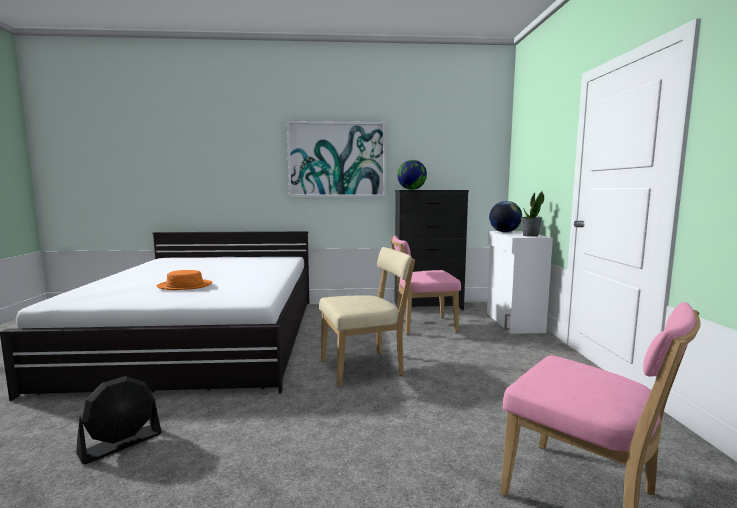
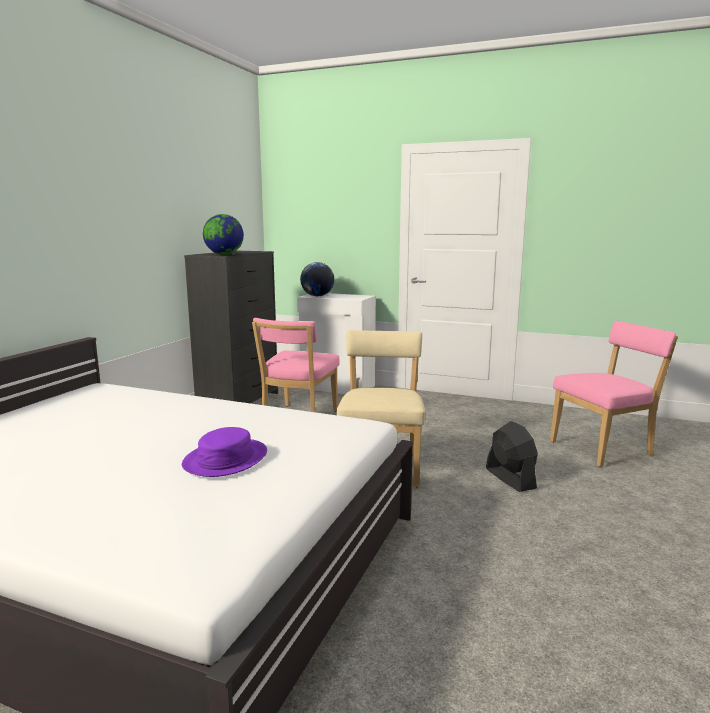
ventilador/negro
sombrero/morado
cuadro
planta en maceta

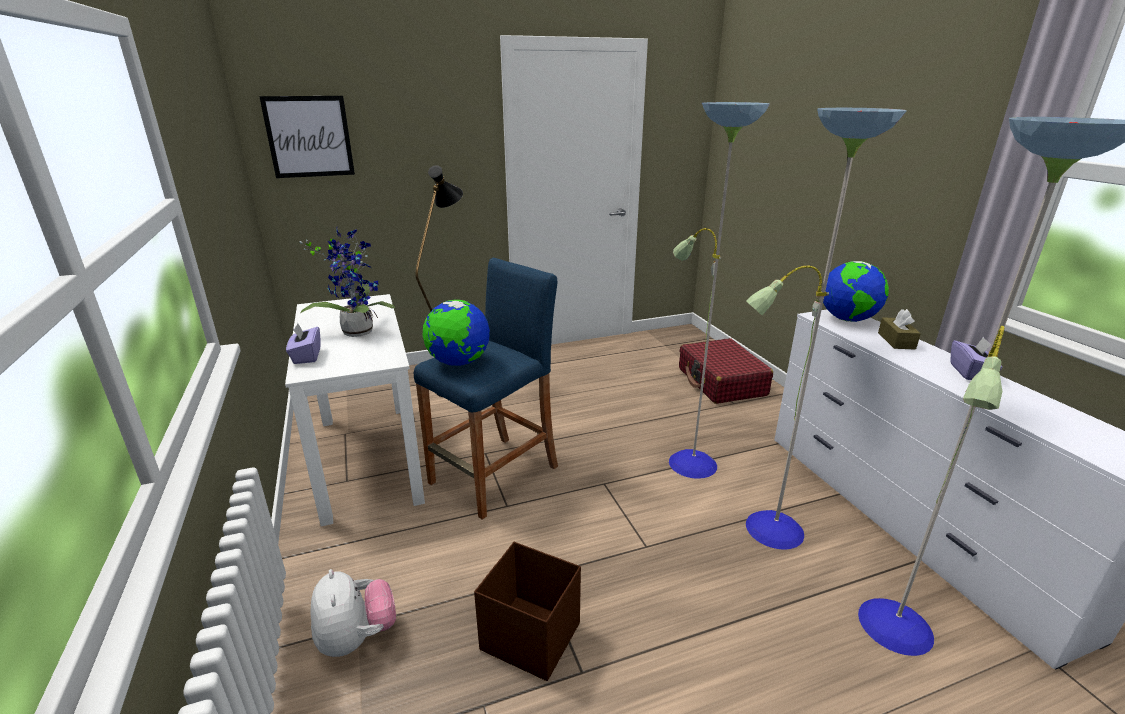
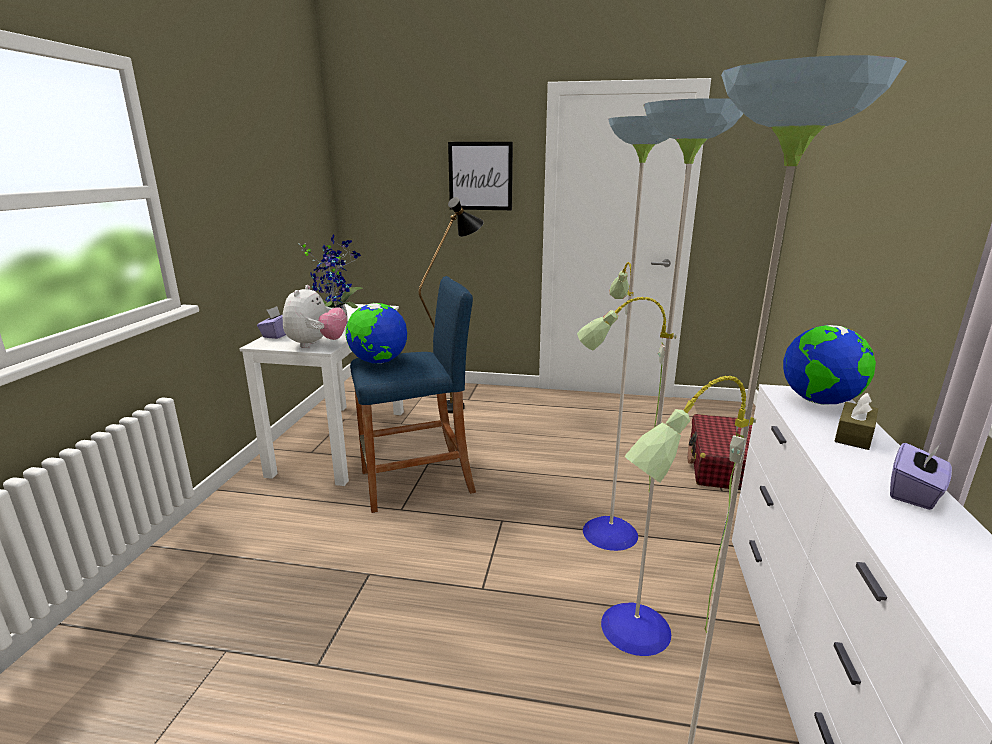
cuadro
peluche
caja de almacenaje/marrón

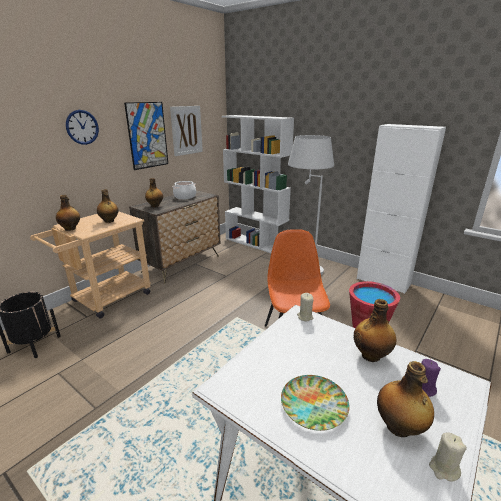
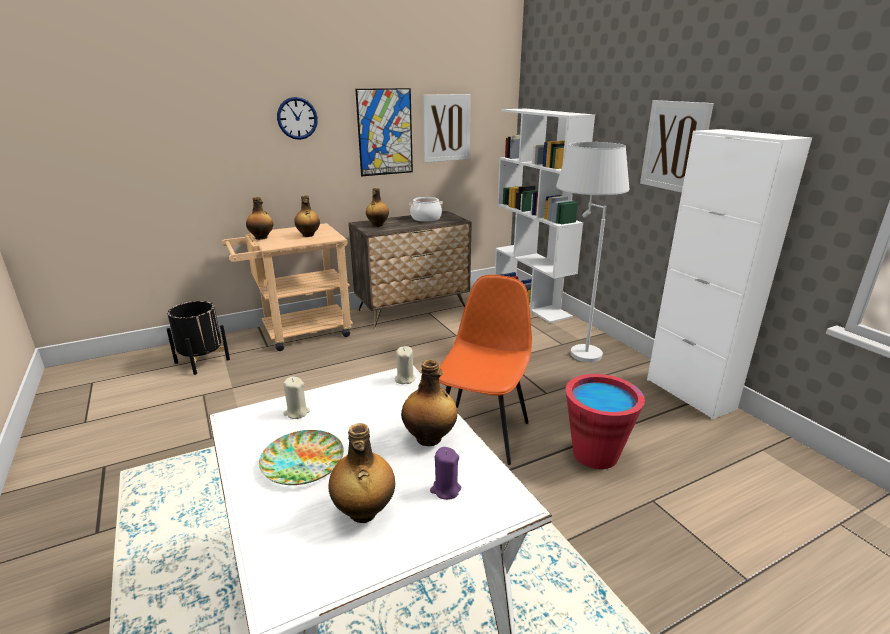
vela/beis (1st from left)
cuadro (3rd from left)

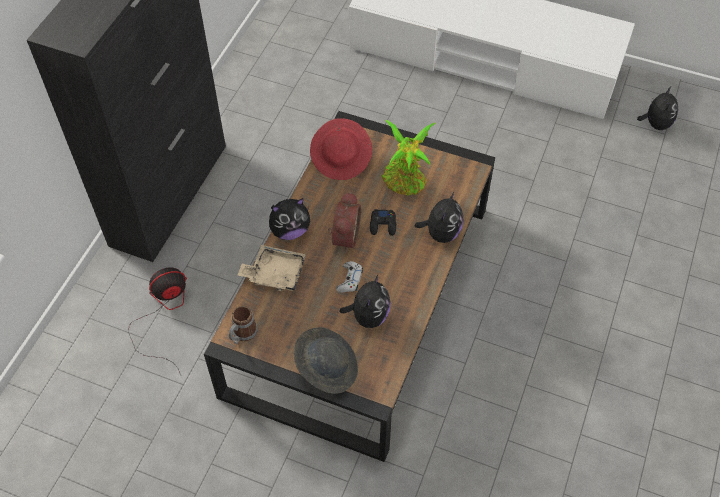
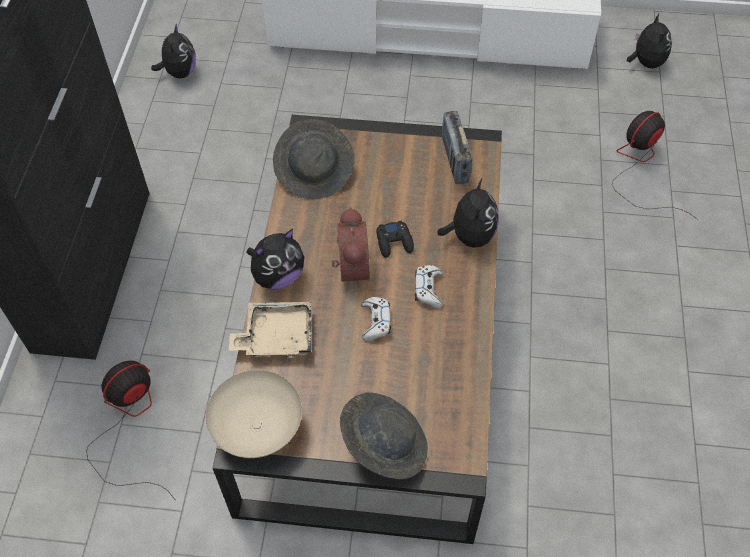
cuenco/beis
sombrero/gris (1st from left)
peluche (1st from left)
planta en maceta
mando de consola/blanco (2nd from left)
radio
ventilador (2nd from left)

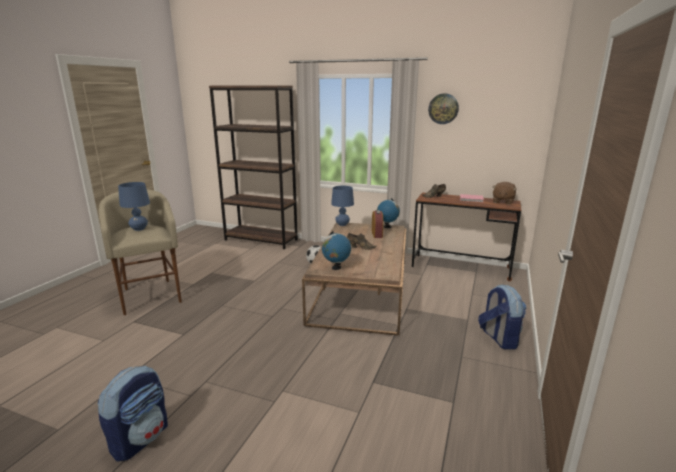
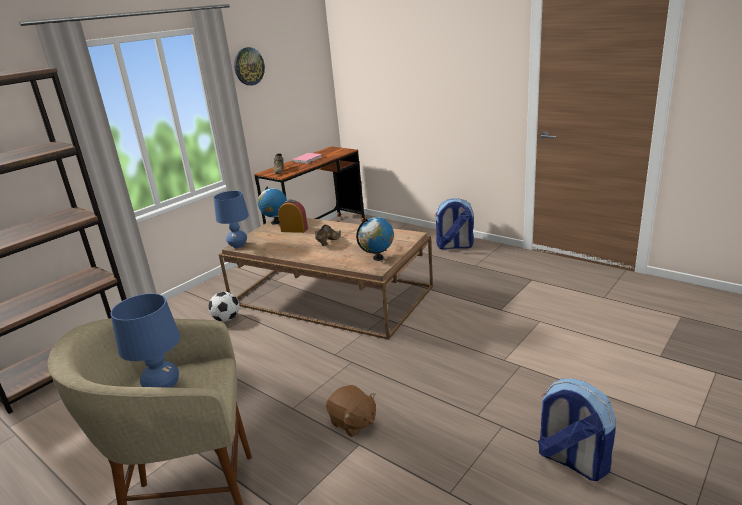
peluche/marrón

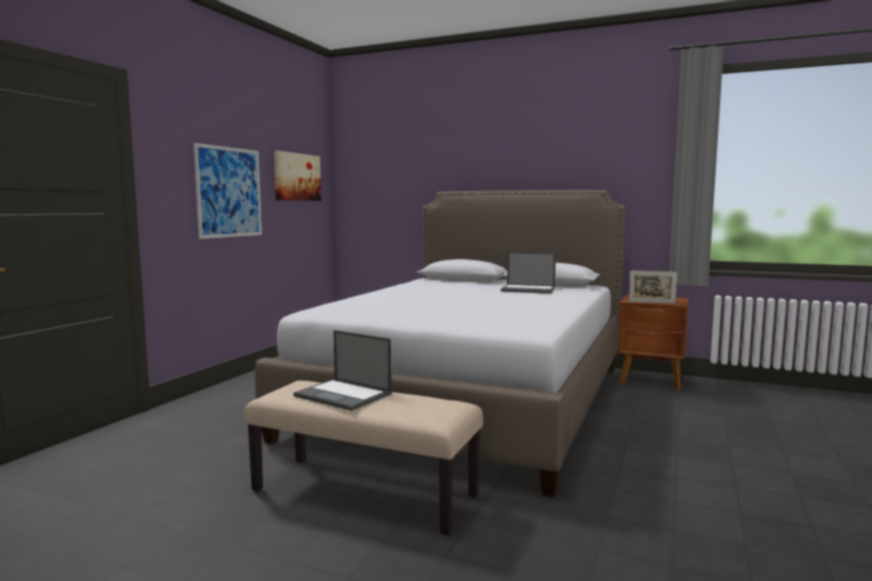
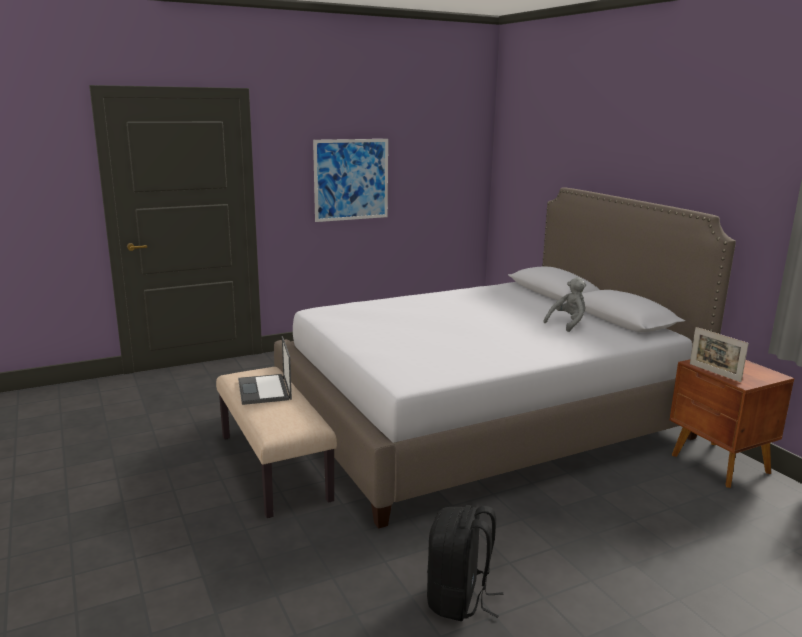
cuadro (2nd from left in the first image)
peluche/gris
mochila/negro

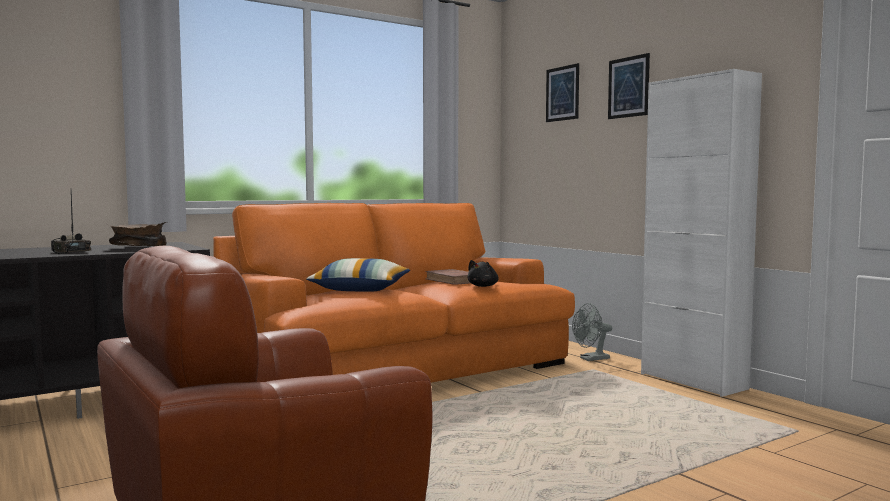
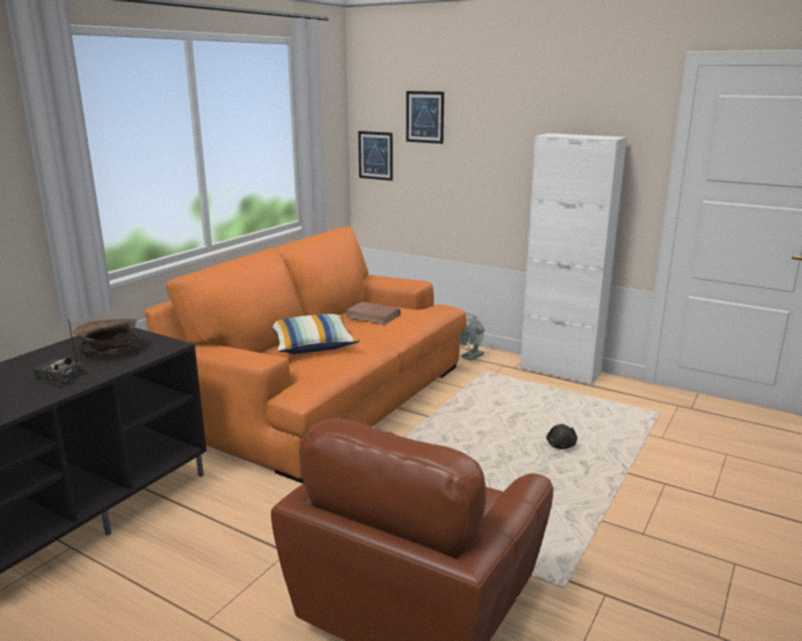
peluche/negro
cuadro (1st from left)

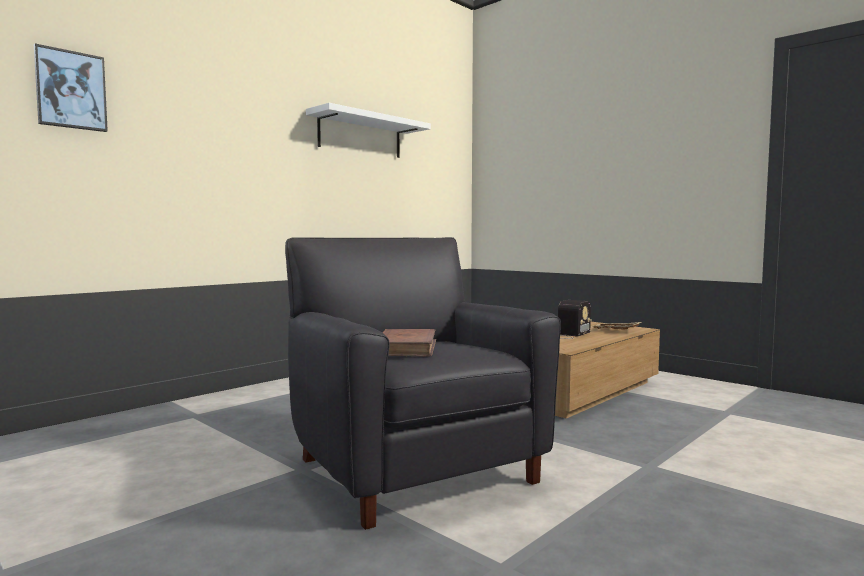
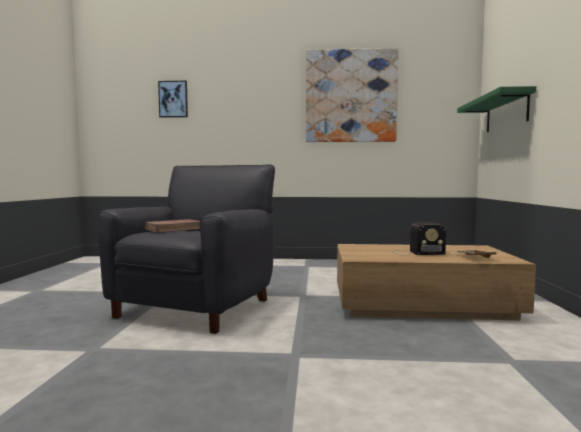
cuadro (2nd from left)
estante/verde

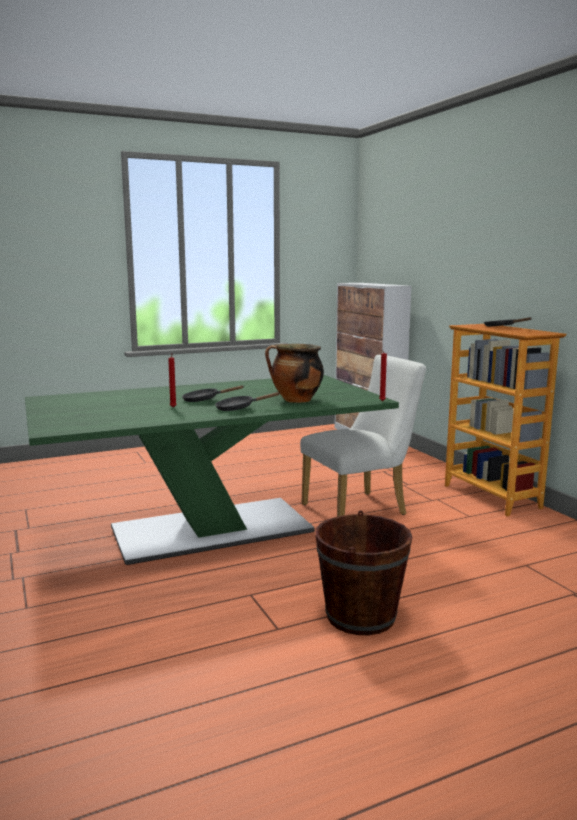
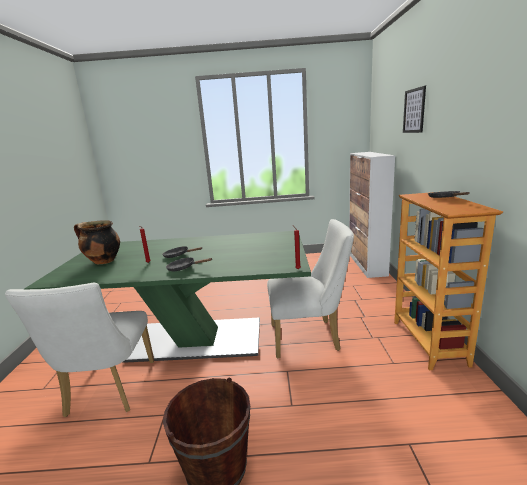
olla
silla/blanco (1st from left)
cuadro

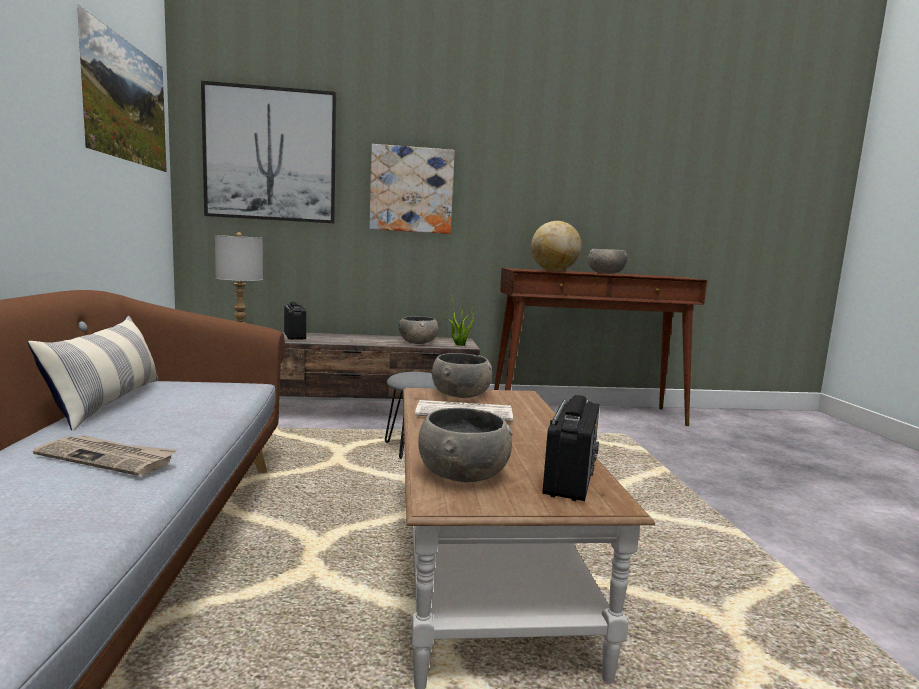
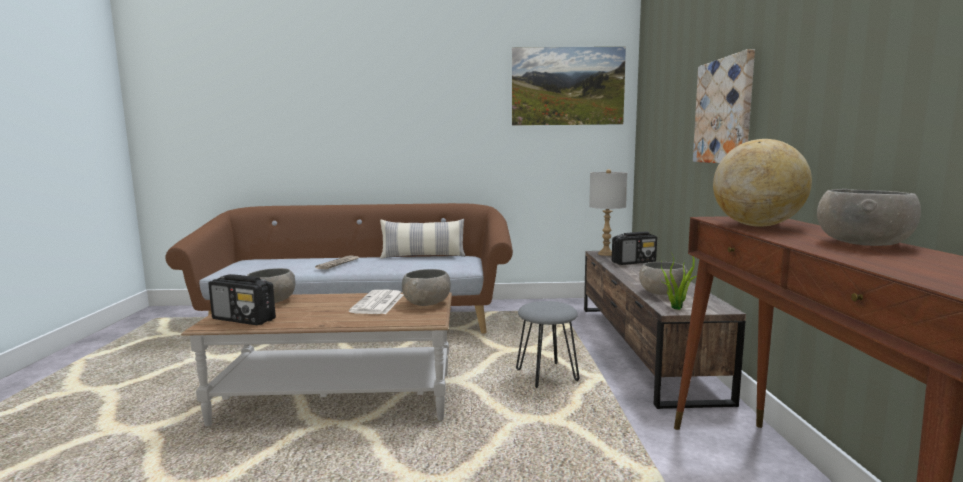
cuadro (2nd from left in the first image)

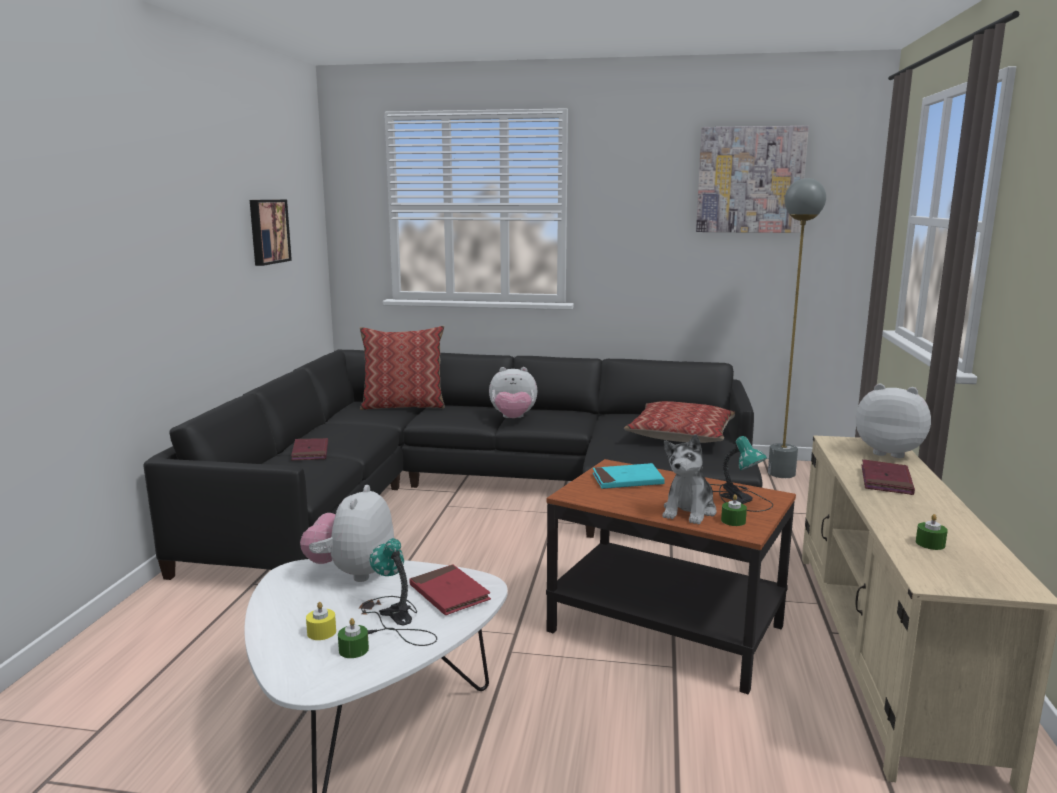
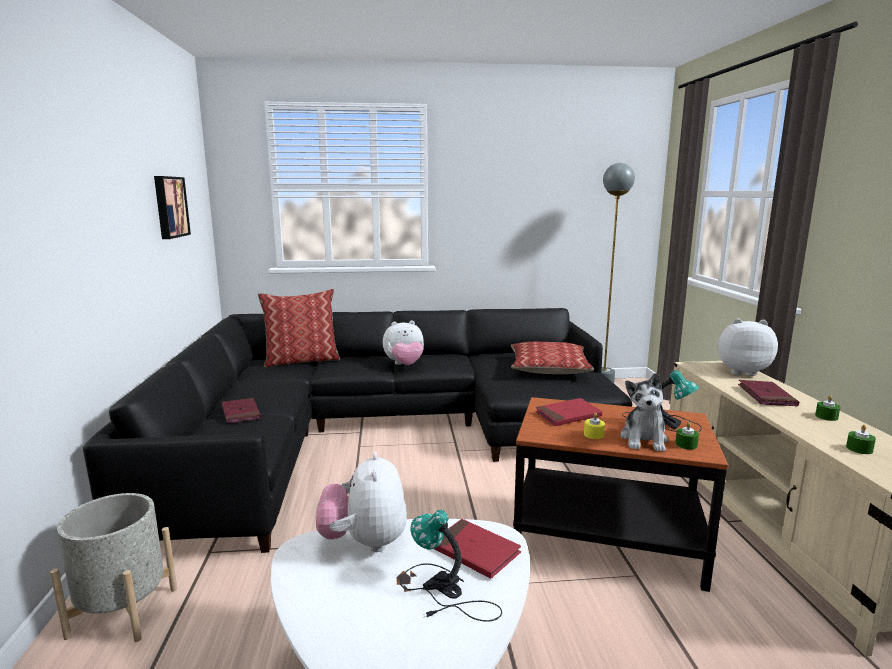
vela/amarillo
vela/verde (2nd from left)
libro/rojo (3rd from left)
cuadro (2nd from left in the first image)
maceta/gris

